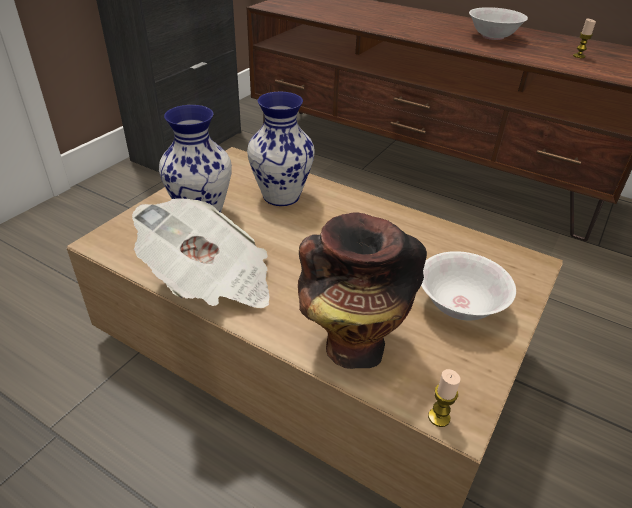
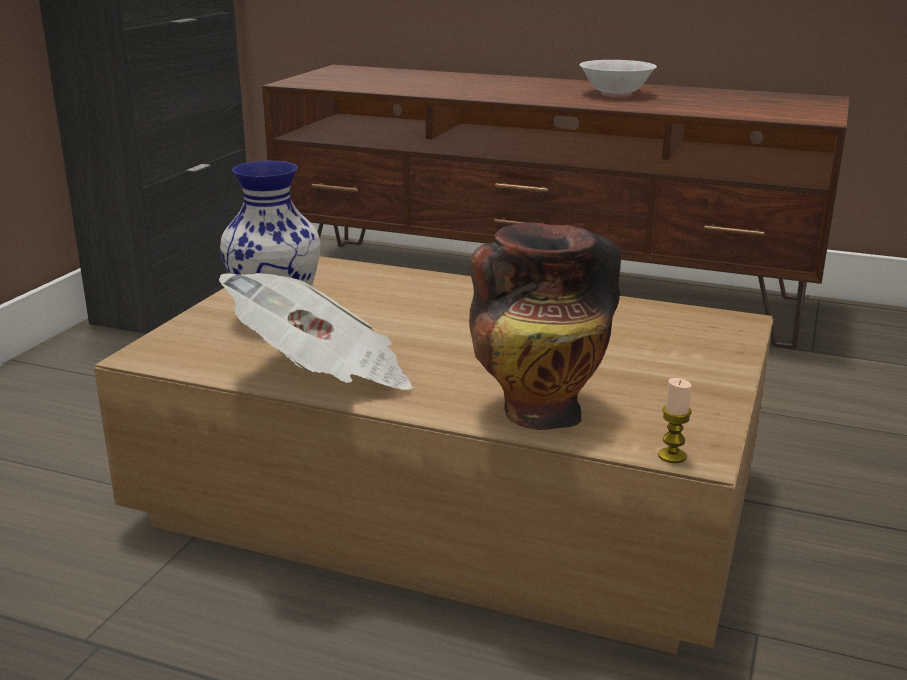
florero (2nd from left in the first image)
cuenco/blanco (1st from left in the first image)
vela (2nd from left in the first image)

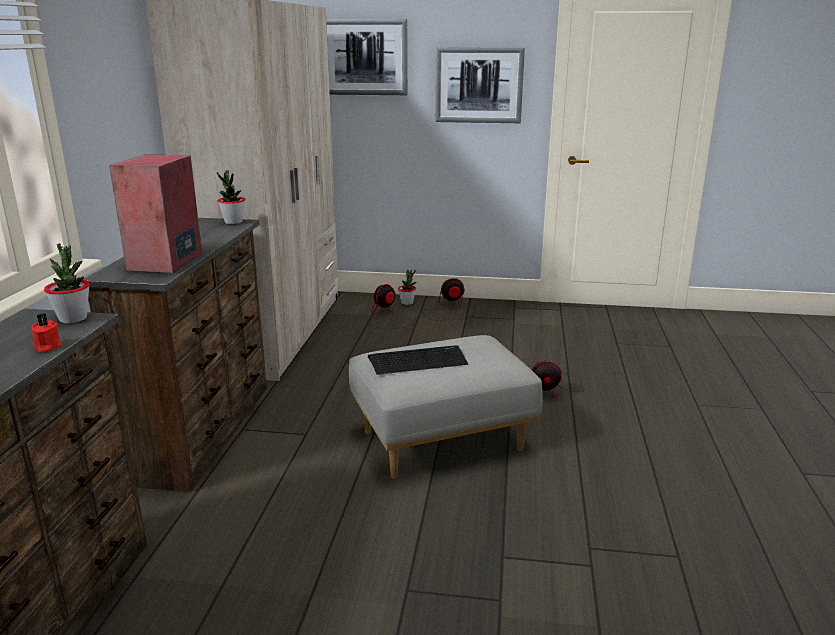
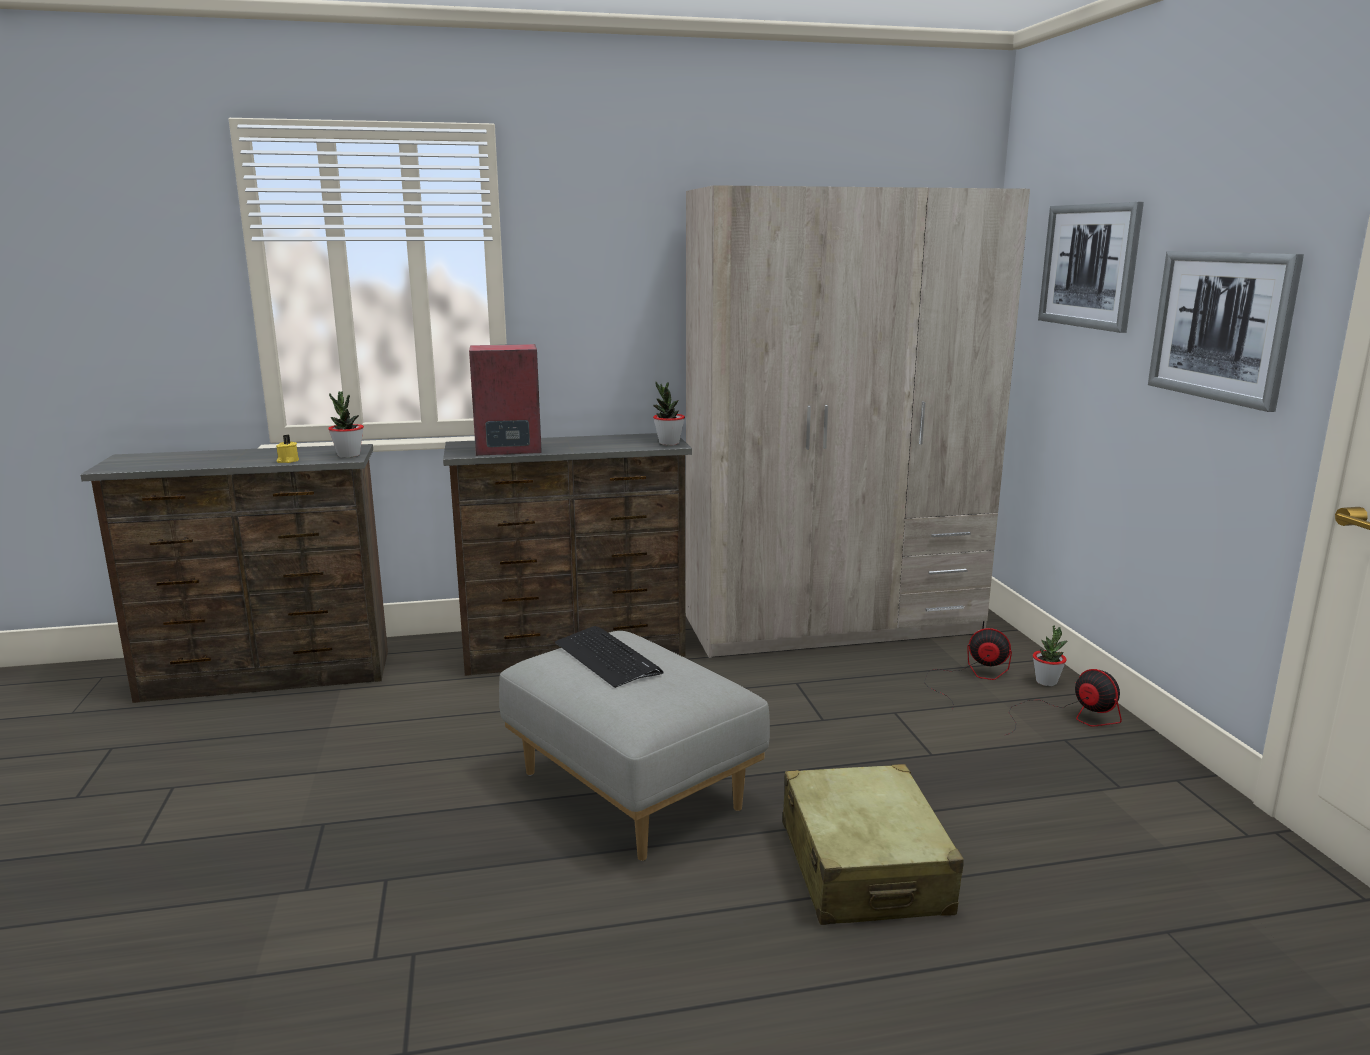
vela/amarillo
maleta/beis

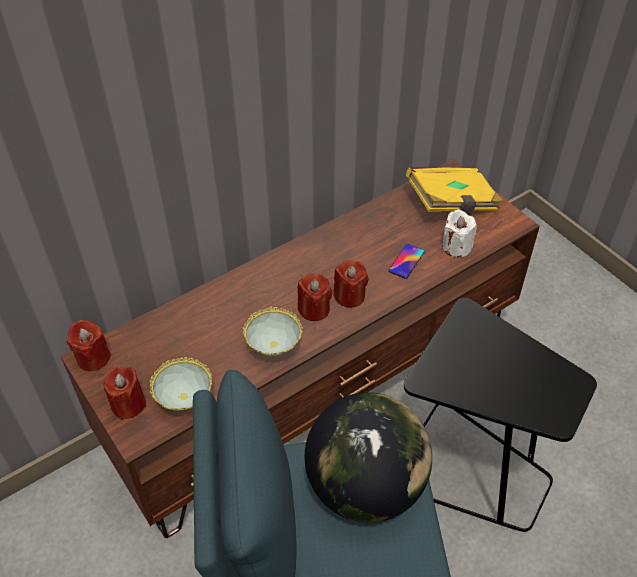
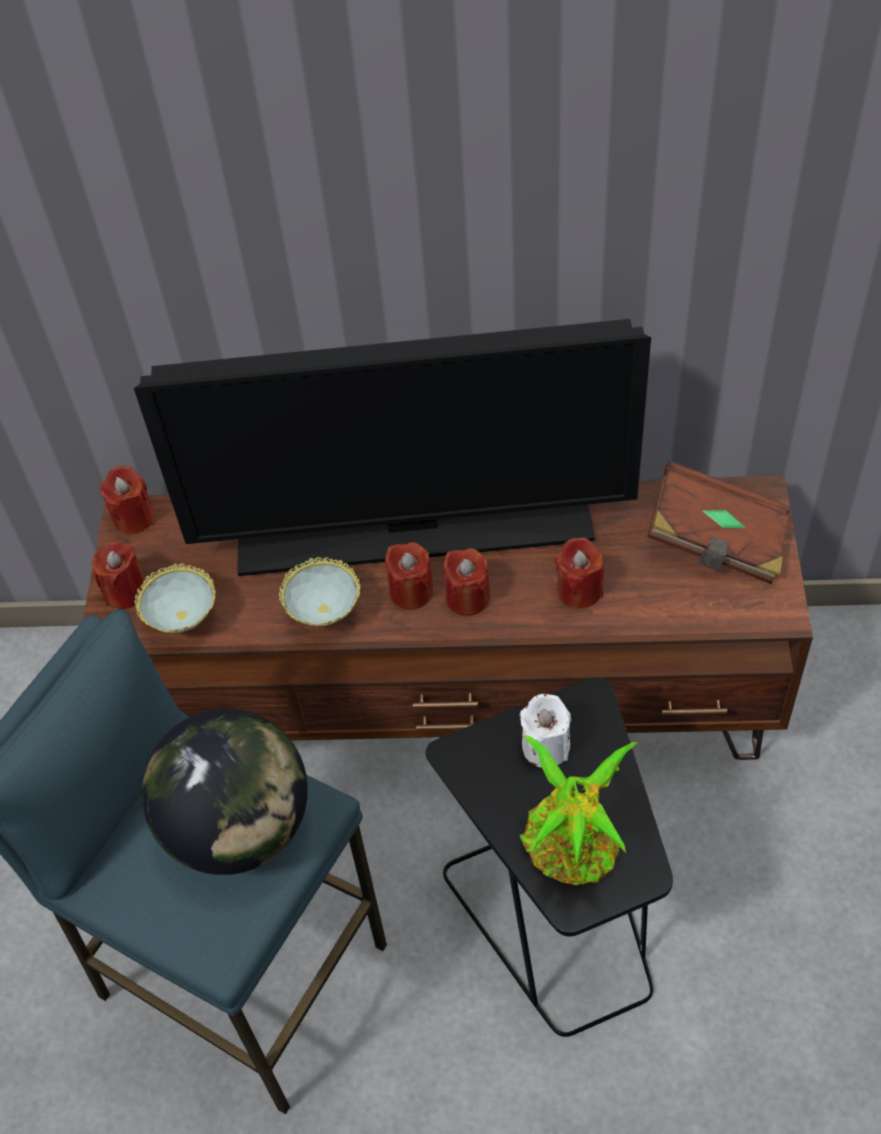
vela/rojo (5th from left)
libro/marrón
vela/blanco
televisor
planta en maceta

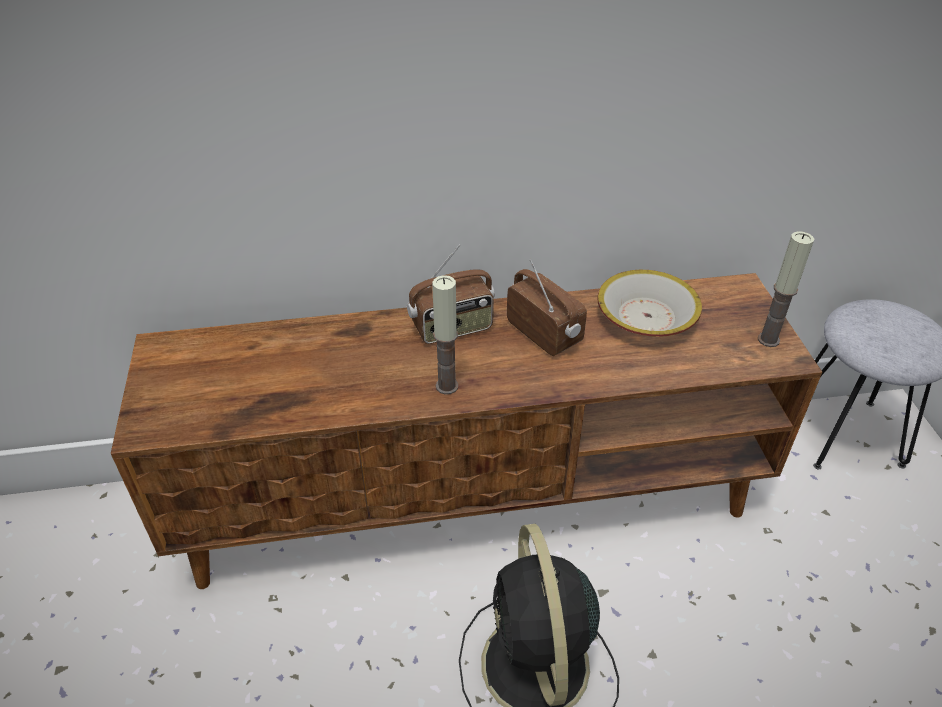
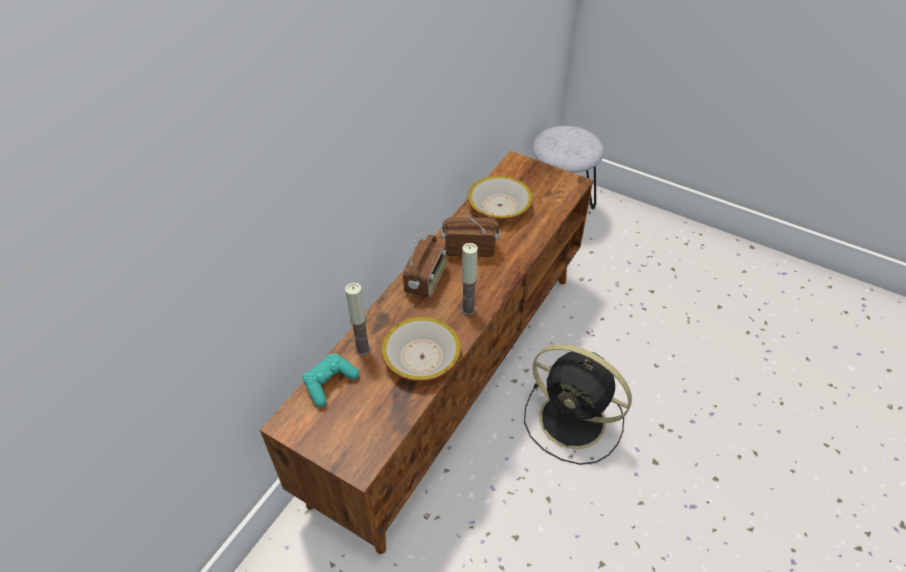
vela (1st from left)
mando de consola/turquesa
cuenco (1st from left)

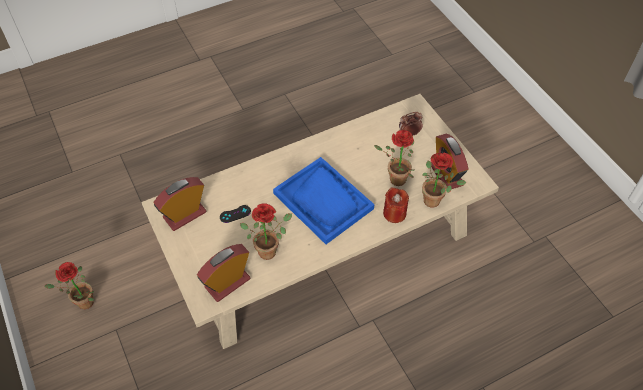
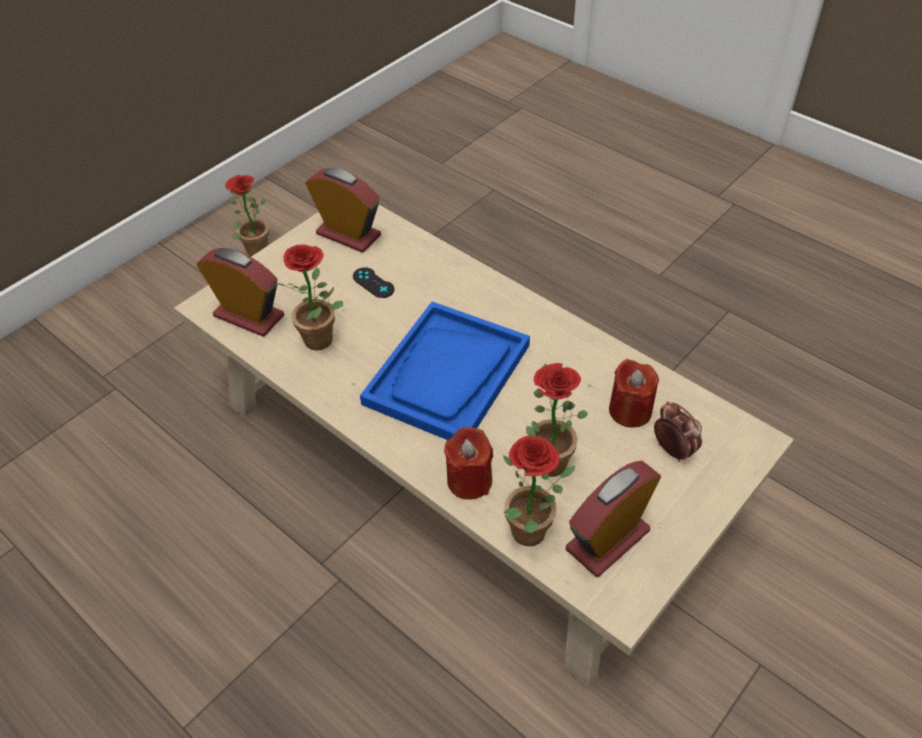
vela/rojo (2nd from left)

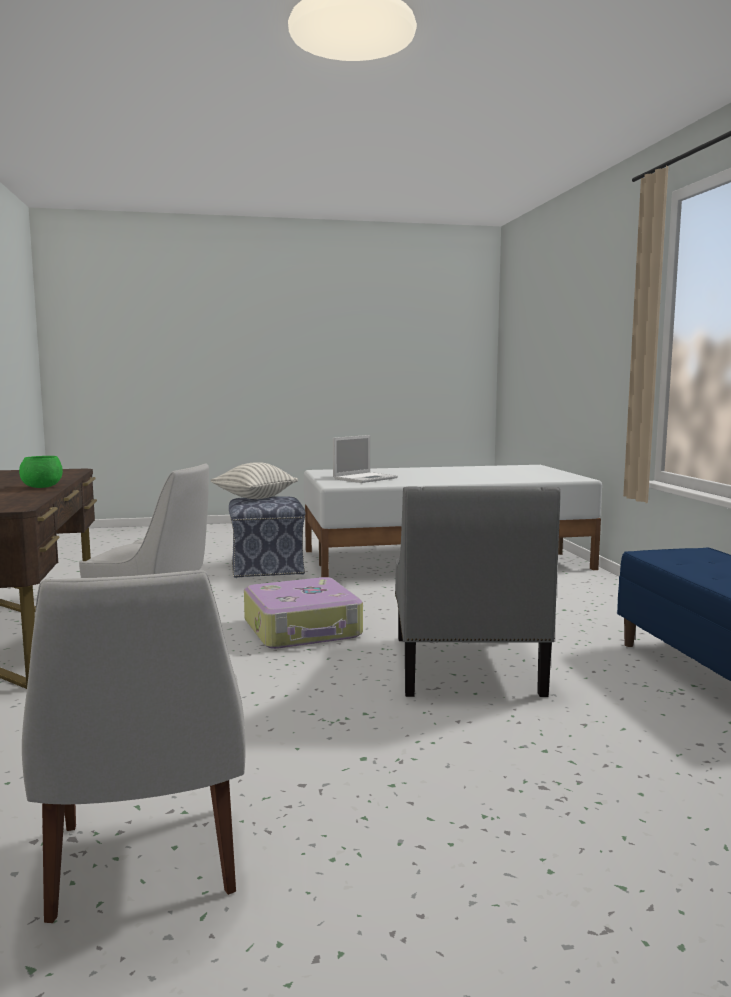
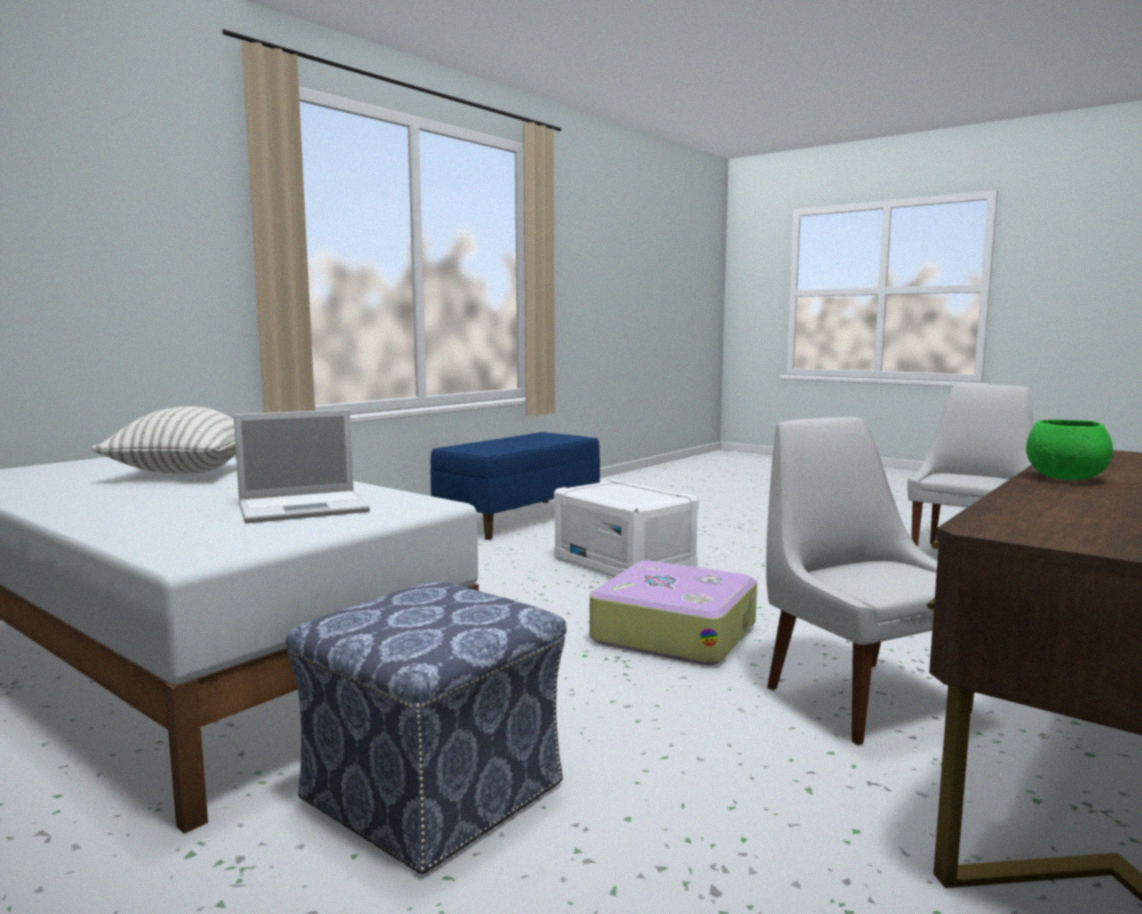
cojín
portátil
caja de almacenaje/blanco

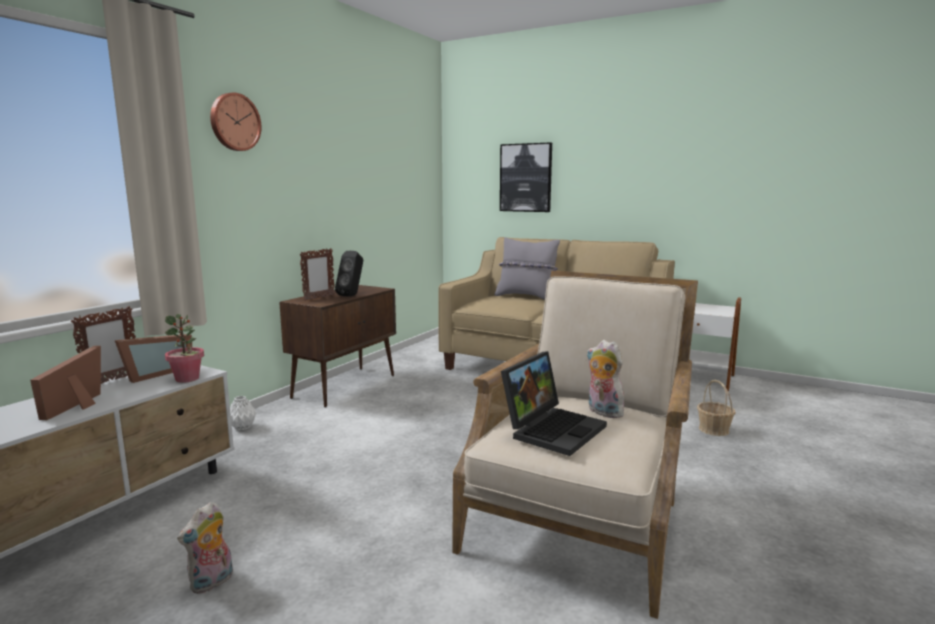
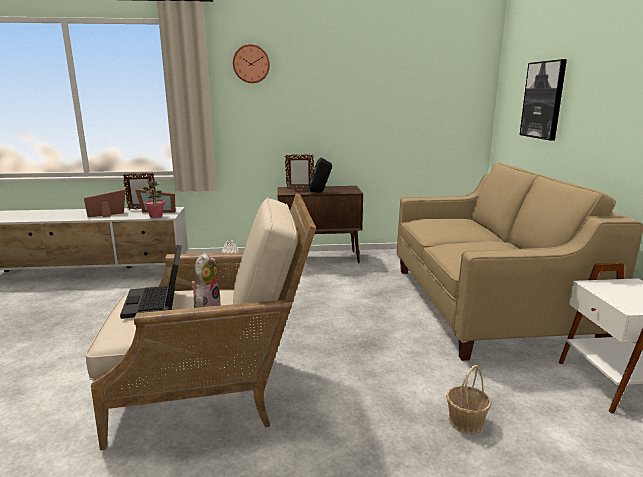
peluche (1st from left in the first image)
cojín/gris
portátil

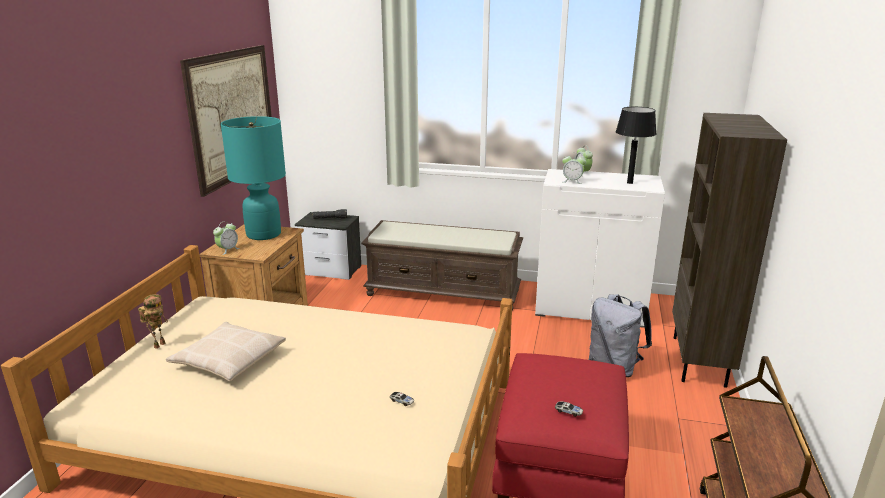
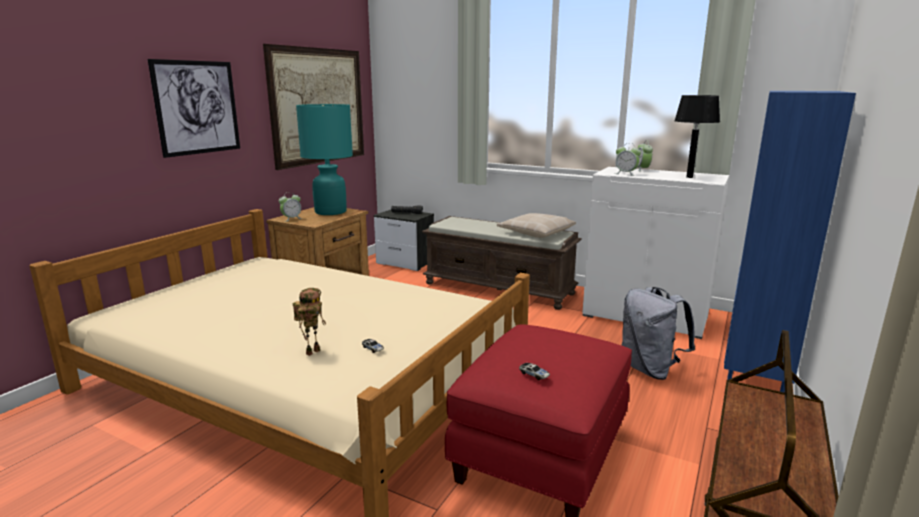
robot de juguete
cojín/beis
estantería/azul
cuadro (1st from left)

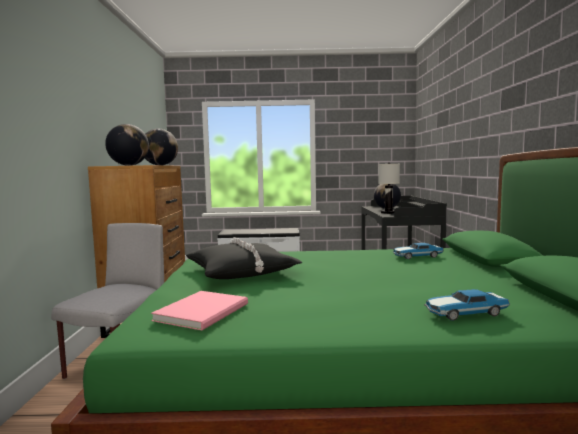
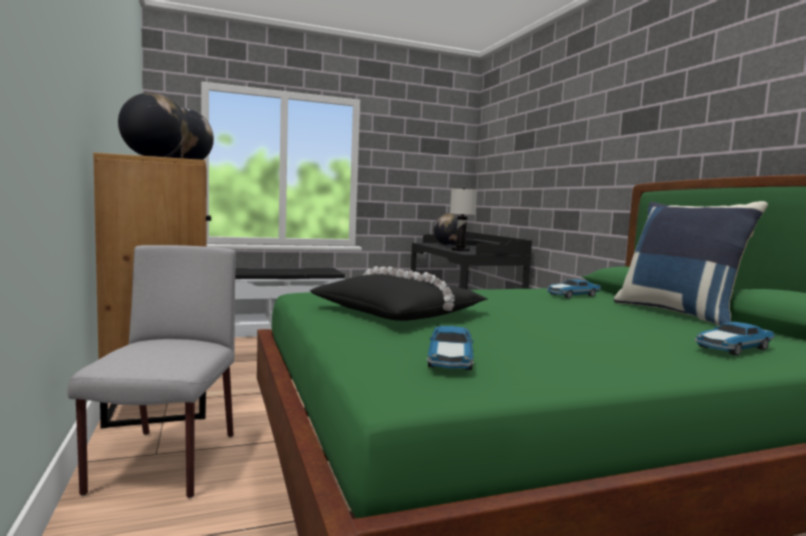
coche de juguete (1st from left)
cojín/azul

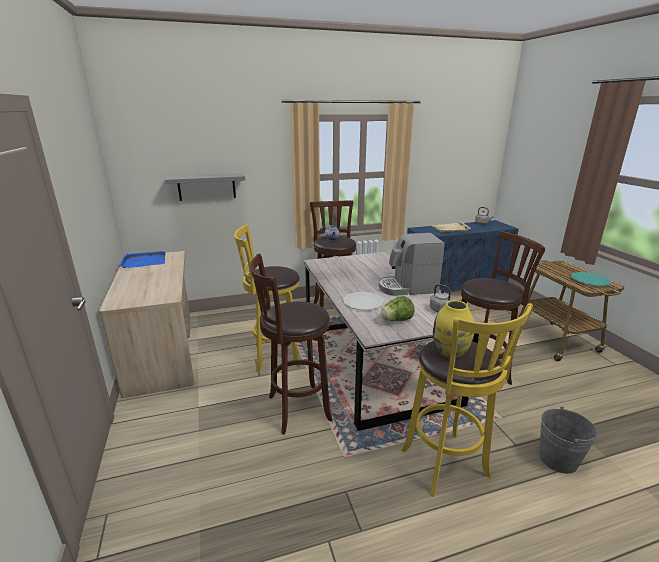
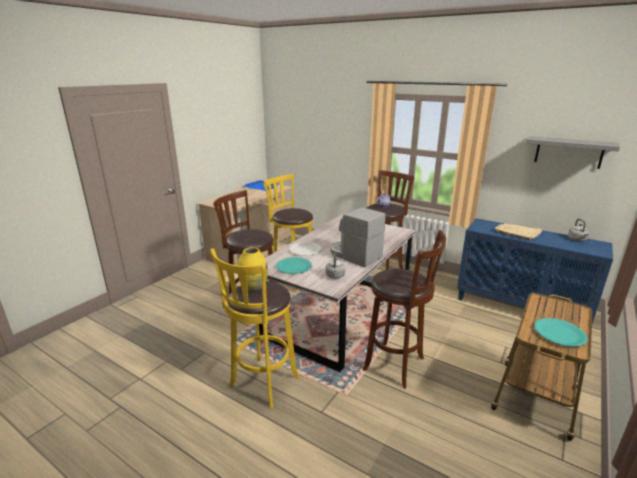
estante/gris
plato/turquesa (1st from left)
cubo/gris

